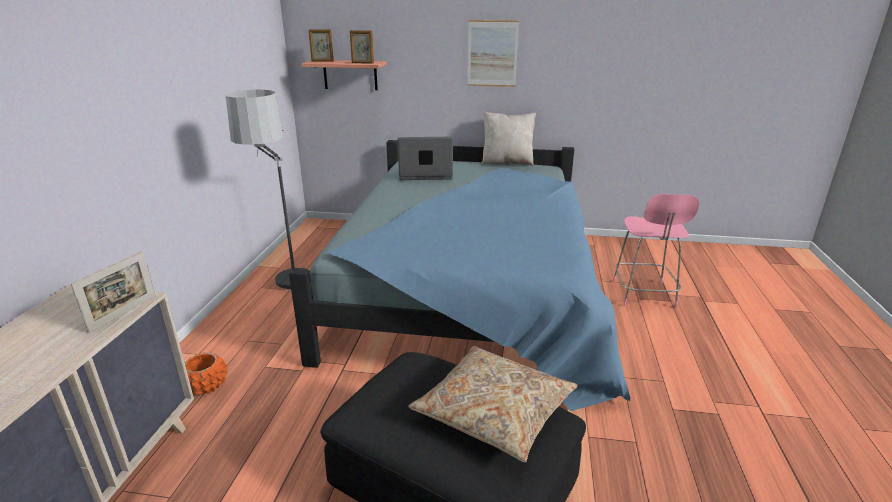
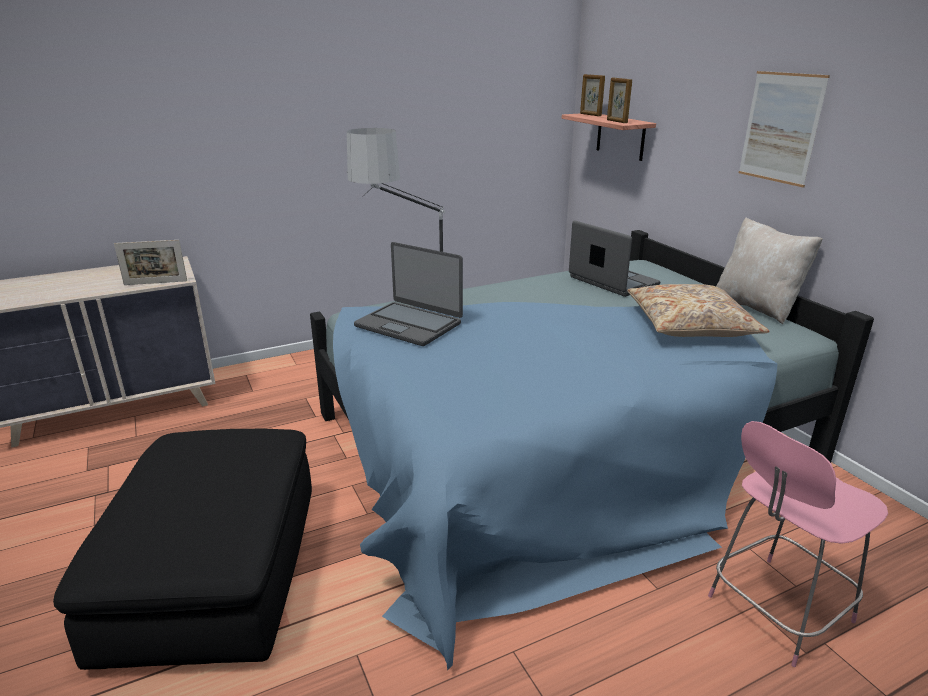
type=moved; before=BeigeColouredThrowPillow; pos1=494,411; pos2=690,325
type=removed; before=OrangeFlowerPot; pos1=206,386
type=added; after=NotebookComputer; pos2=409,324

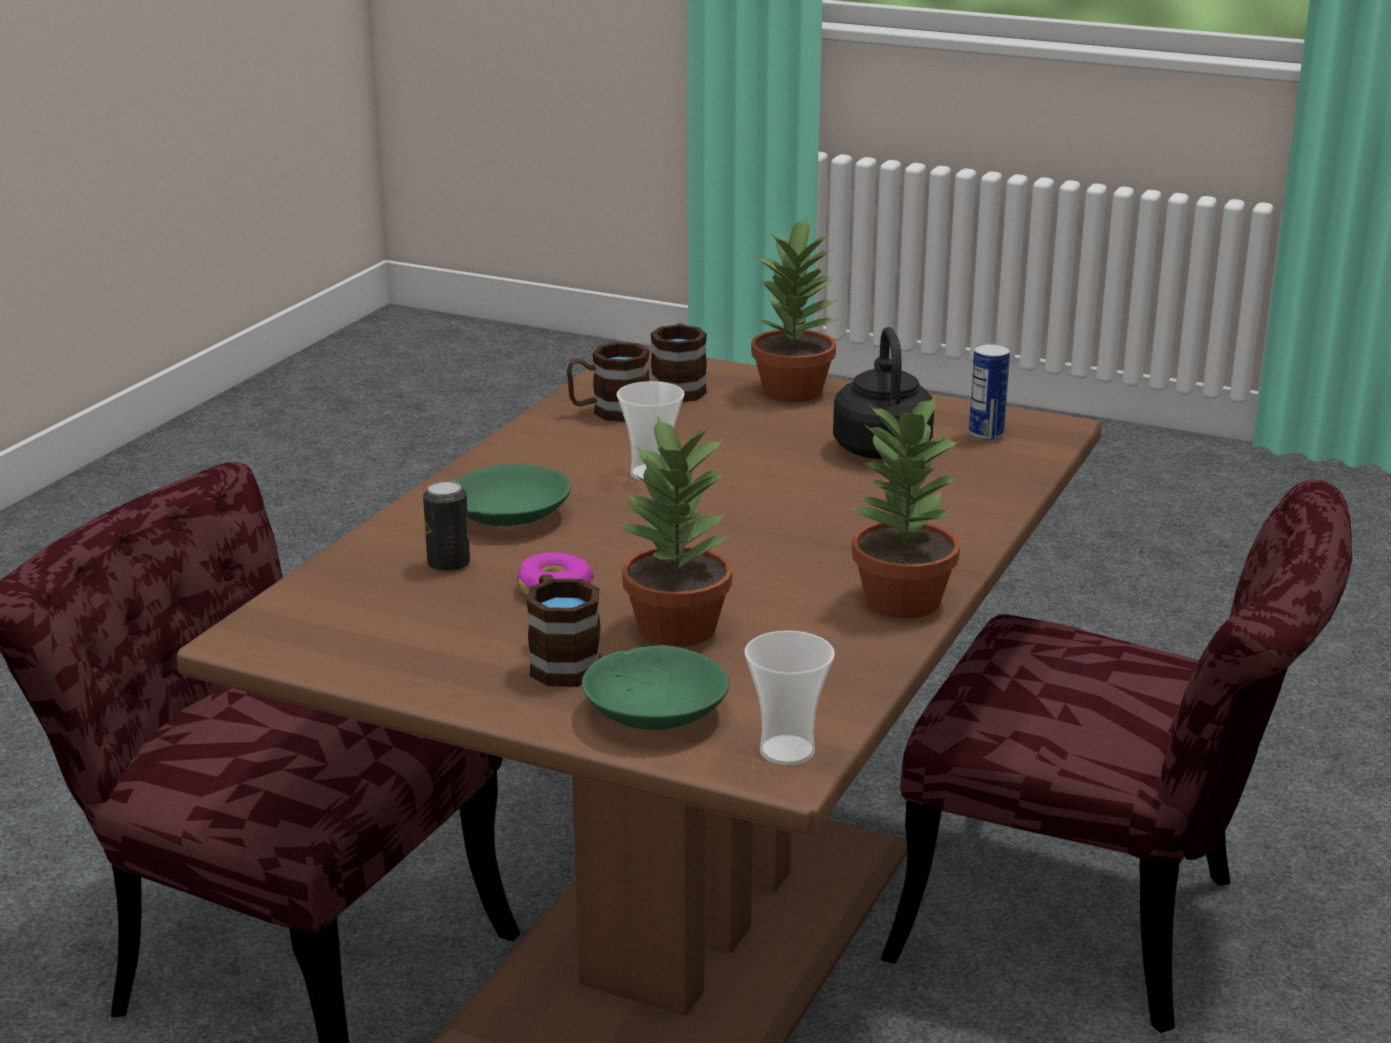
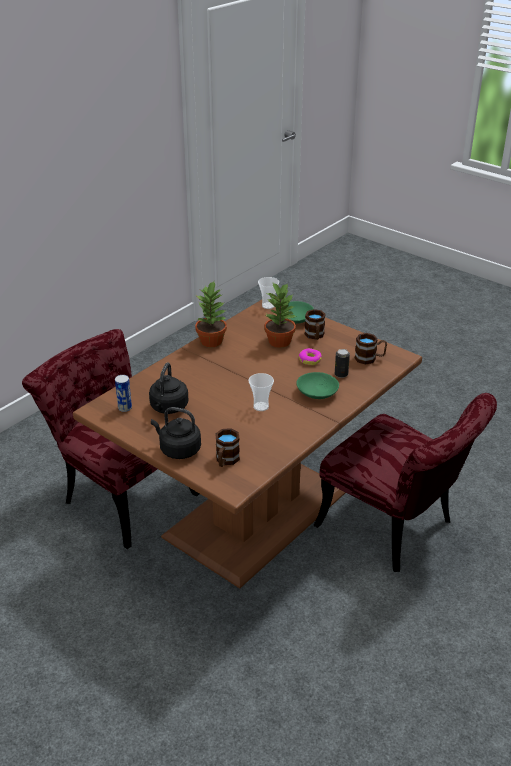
type=replaced; before=Houseplant; after=BlackKettle; pos1=794,391; pos2=178,449
type=moved; before=BrownMug; pos1=609,412; pos2=370,358

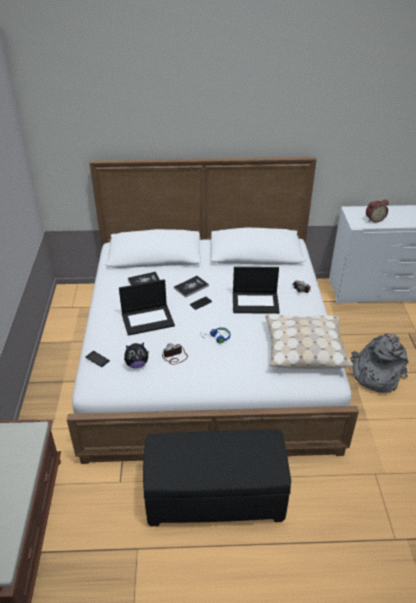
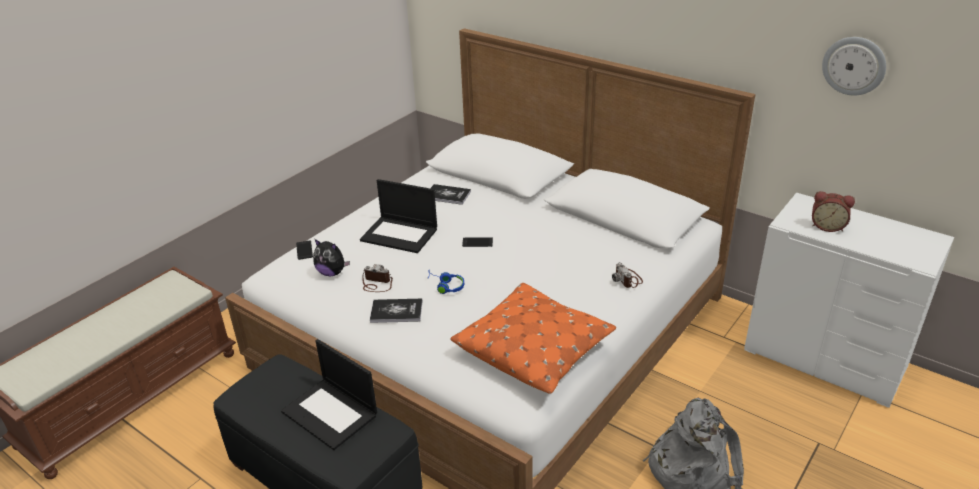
type=moved; before=NotebookComputer; pos1=256,302; pos2=331,413
type=moved; before=Book; pos1=191,287; pos2=396,311
type=recoloured; before=BeigeColouredThrowPillow; after=OrangeThrowPillow; pos1=304,348; pos2=534,348
type=added; after=WallClock; pos2=854,65

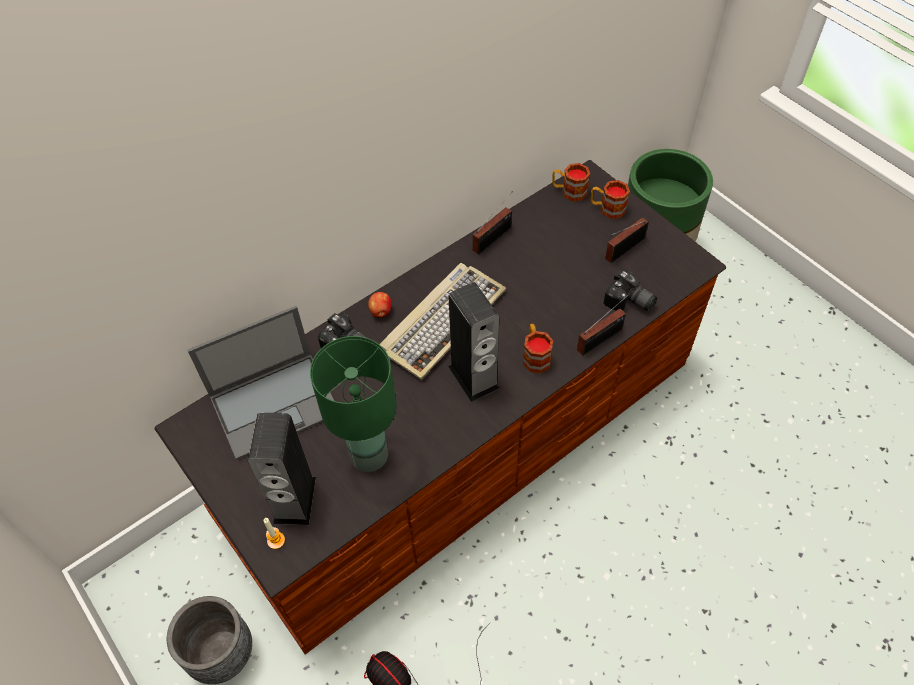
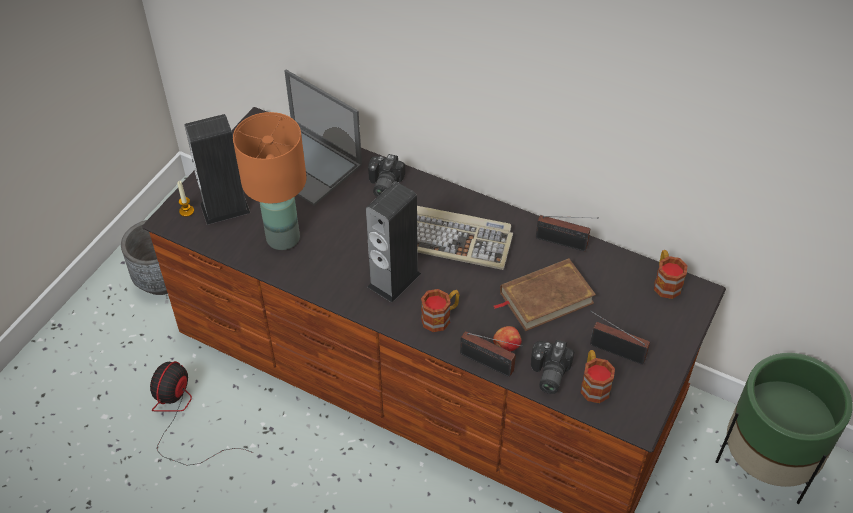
type=moved; before=Mug; pos1=607,208; pos2=593,384
type=moved; before=Apple; pos1=380,312; pos2=506,346
type=recoloured; before=GreenishTableLamp; after=OrangeTableLamp; pos1=369,456; pos2=282,238
type=added; after=BrownBook; pos2=545,297

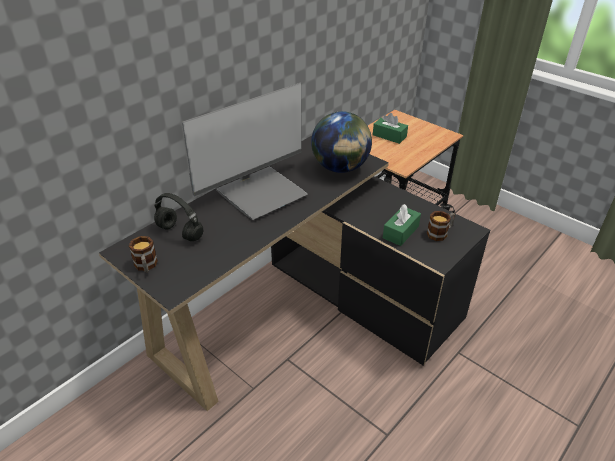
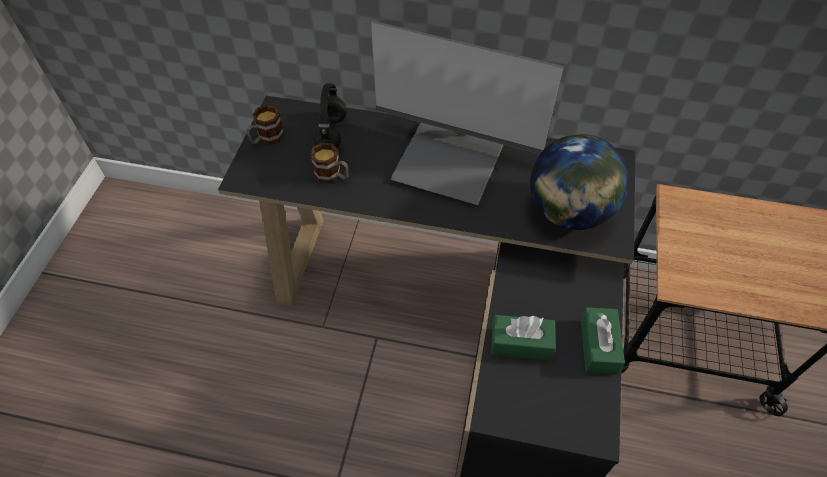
type=moved; before=GreenishTissueBox; pos1=389,136; pos2=598,346
type=moved; before=Mug; pos1=440,233; pos2=332,176

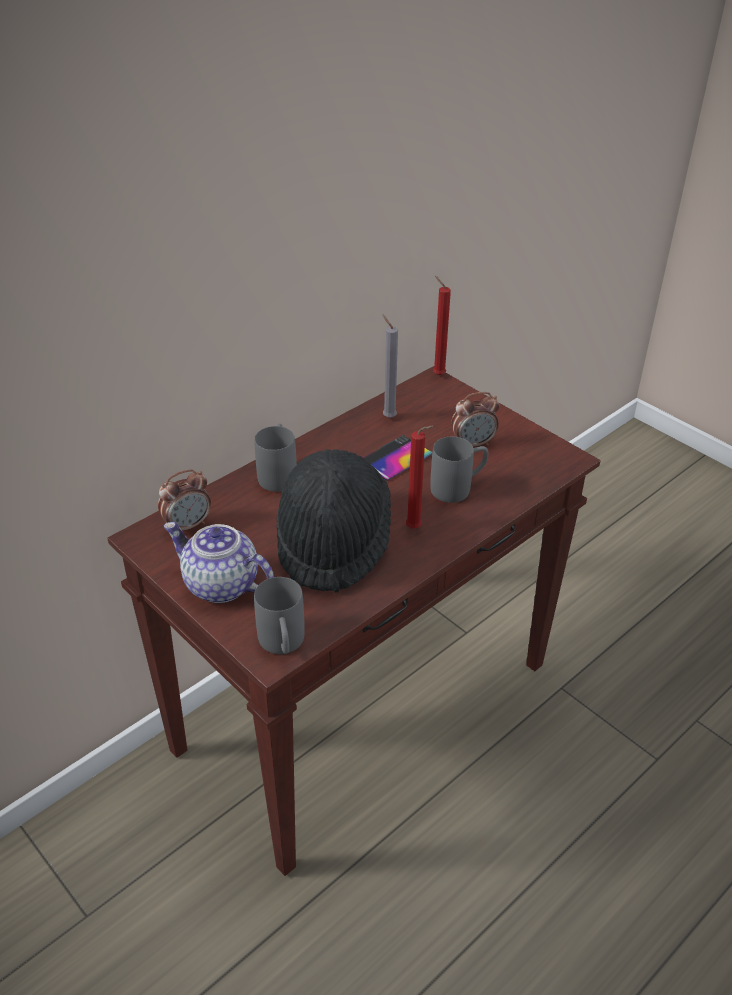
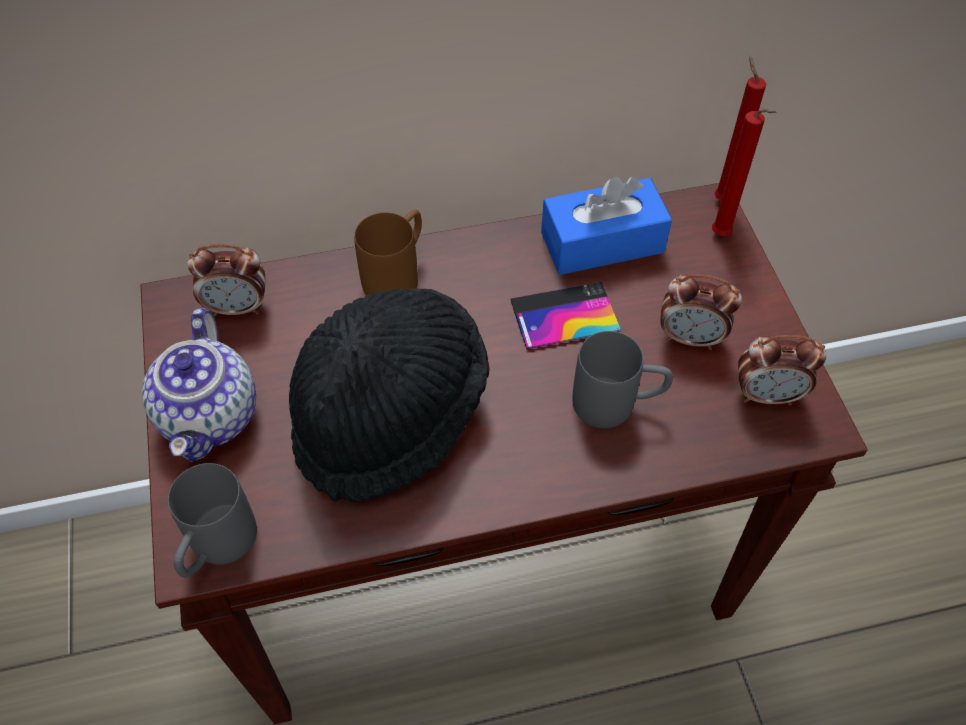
type=replaced; before=GreyishWaxLight; after=BluishTissueBox; pos1=387,416; pos2=602,242
type=recoloured; before=GreyishMug; after=BrownMug; pos1=278,473; pos2=398,275
type=moved; before=RedColouredWaxLight; pos1=416,529; pos2=723,236
type=turned; before=PotForTea; pos1=220,585; pos2=211,416; turn=-150
type=added; after=BedsideClock; pos2=767,395

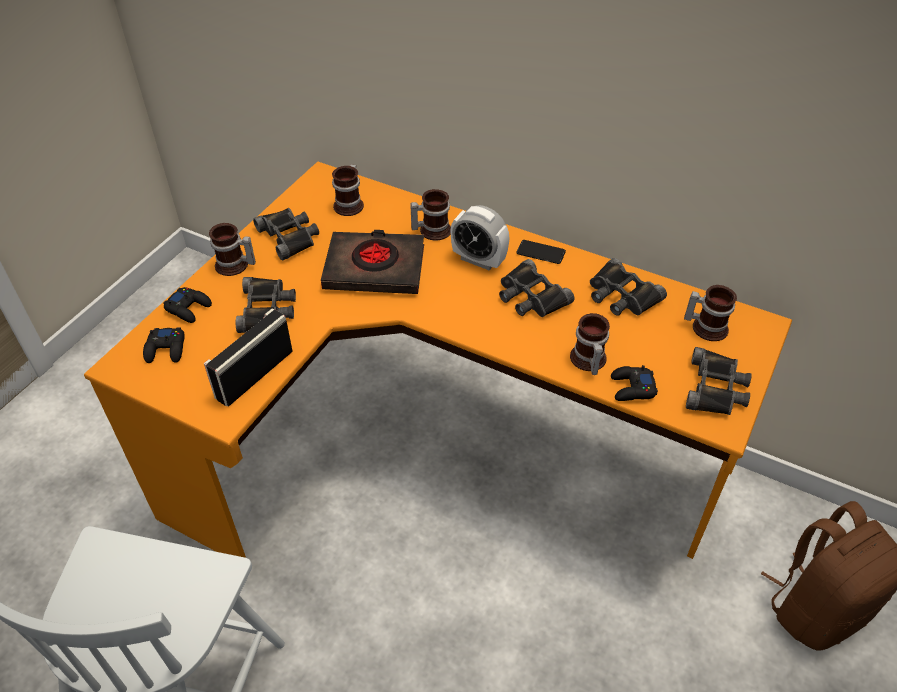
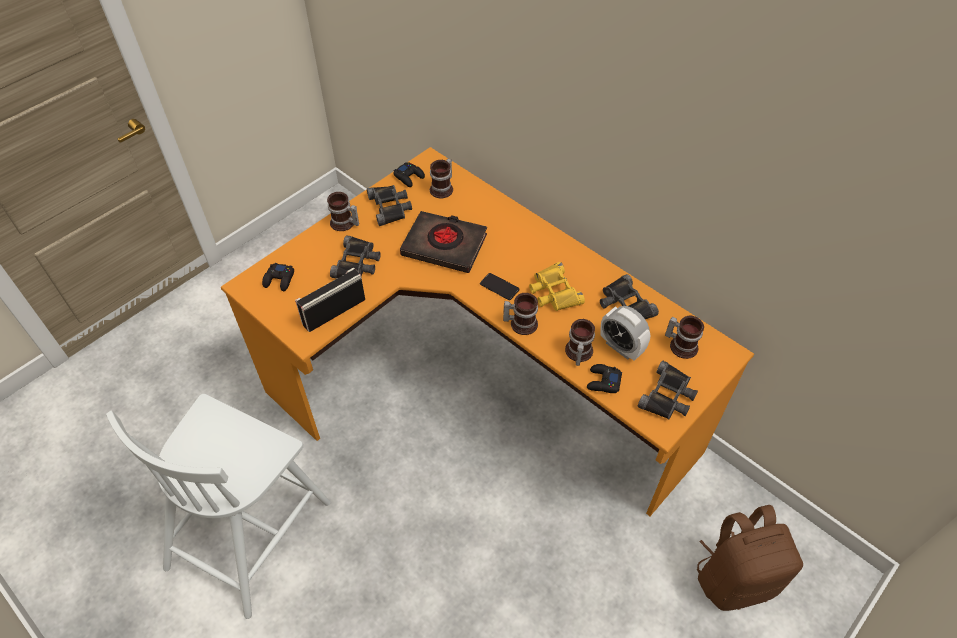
type=moved; before=Mug; pos1=432,230; pos2=521,323
type=moved; before=BedsideClock; pos1=479,260; pos2=621,347
type=moved; before=Phone; pos1=540,252; pos2=499,287
type=recoloured; before=BlackPairOfBinoculars; after=YellowishPairOfBinoculars; pos1=531,296; pos2=554,292
type=moved; before=BlackJoypad; pos1=189,308; pos2=409,177

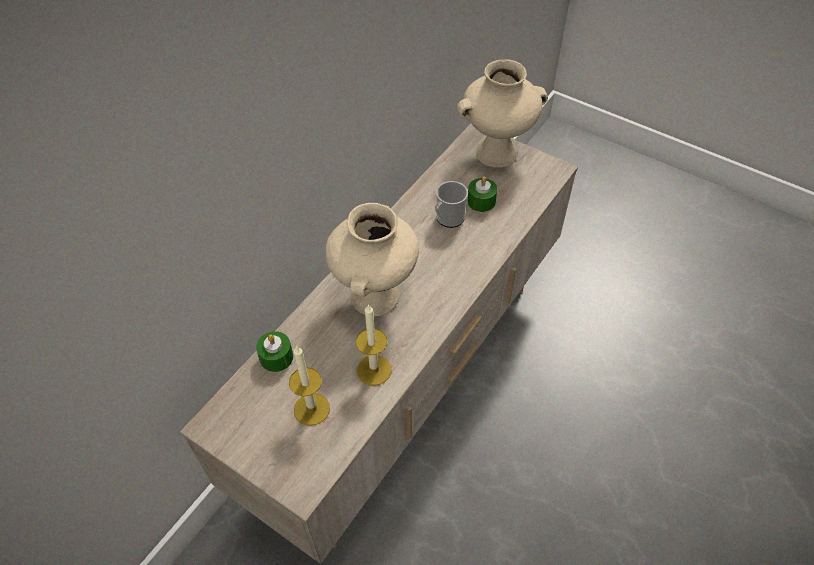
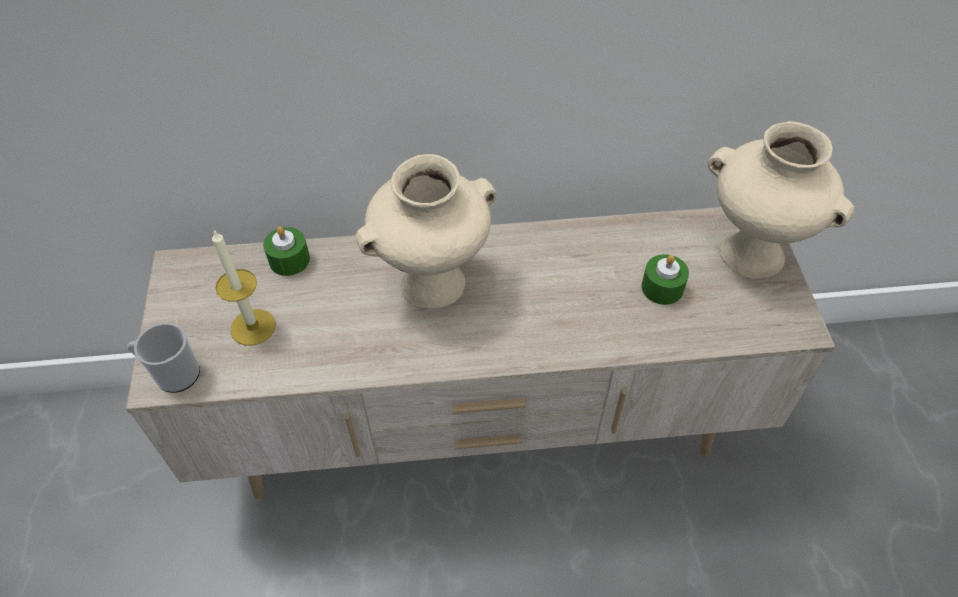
type=moved; before=Mug; pos1=448,219; pos2=172,374
type=removed; before=WaxLight; pos1=374,370

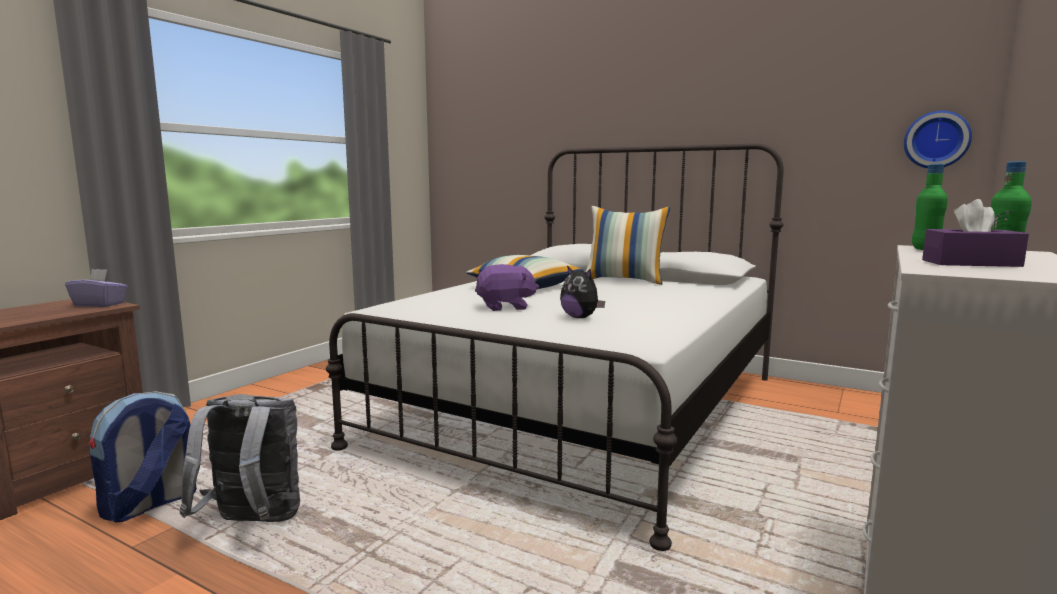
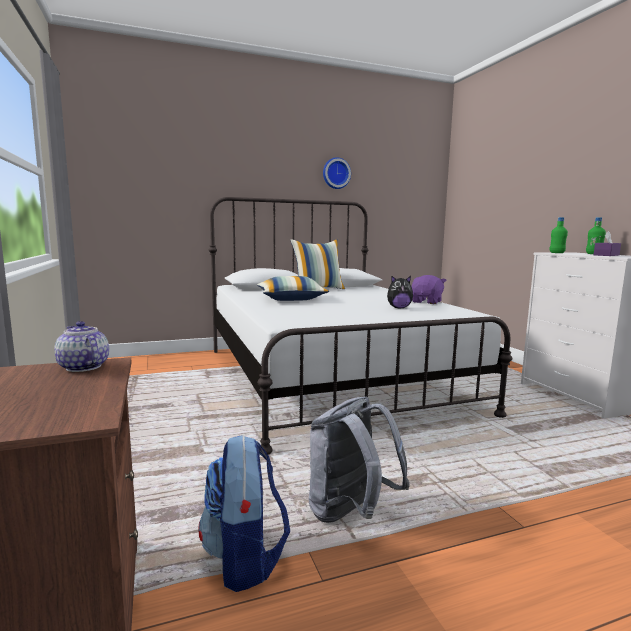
type=moved; before=WallClock; pos1=936,140; pos2=336,173
type=moved; before=PurplishSoftToy; pos1=505,307; pos2=427,302
type=replaced; before=PurplishTissueBox; after=PotForTea; pos1=100,304; pos2=83,367

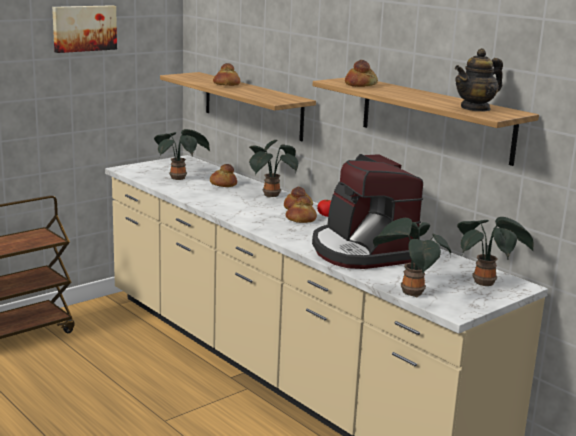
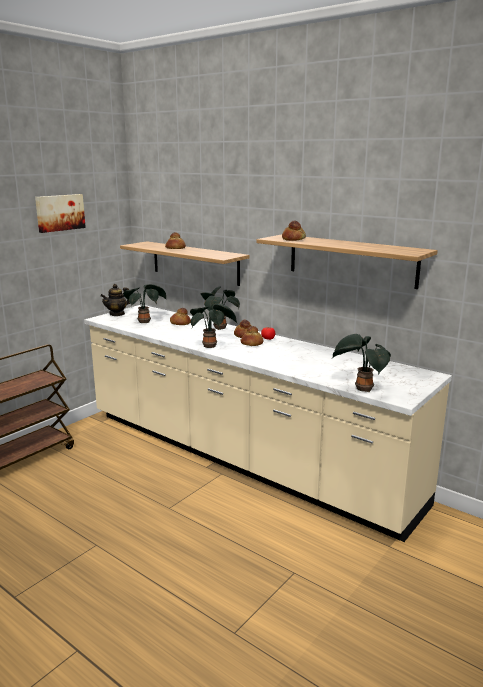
type=moved; before=PotForTea; pos1=475,108; pos2=117,314
type=removed; before=CoffeeMachine; pos1=361,251
type=moved; before=Houseplant; pos1=486,283; pos2=211,346

